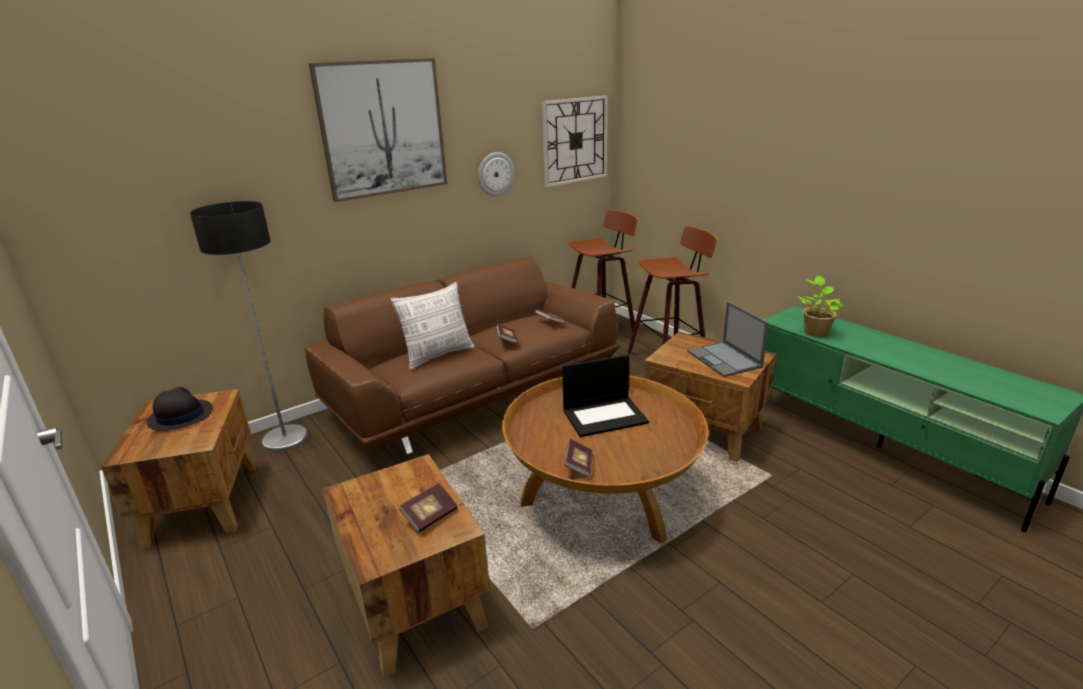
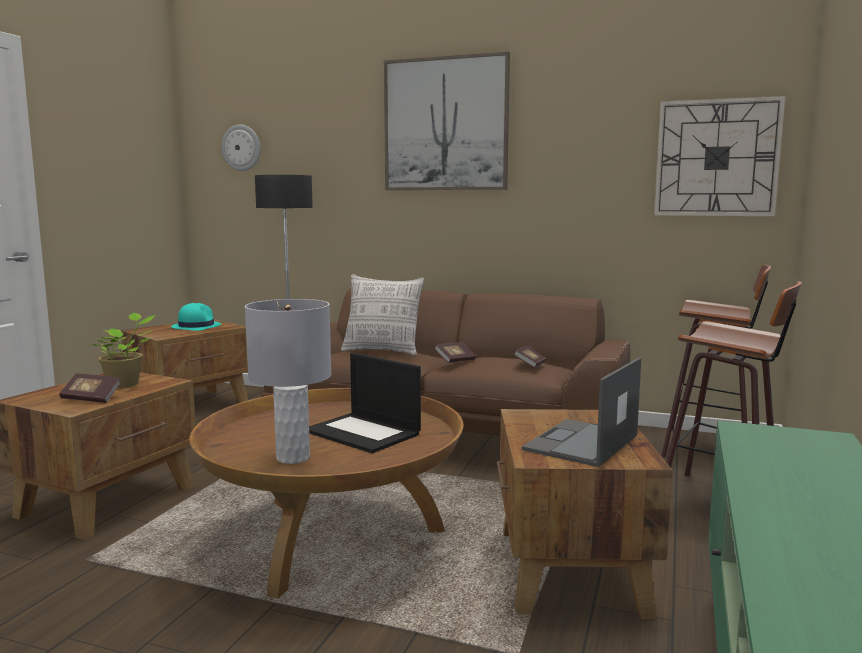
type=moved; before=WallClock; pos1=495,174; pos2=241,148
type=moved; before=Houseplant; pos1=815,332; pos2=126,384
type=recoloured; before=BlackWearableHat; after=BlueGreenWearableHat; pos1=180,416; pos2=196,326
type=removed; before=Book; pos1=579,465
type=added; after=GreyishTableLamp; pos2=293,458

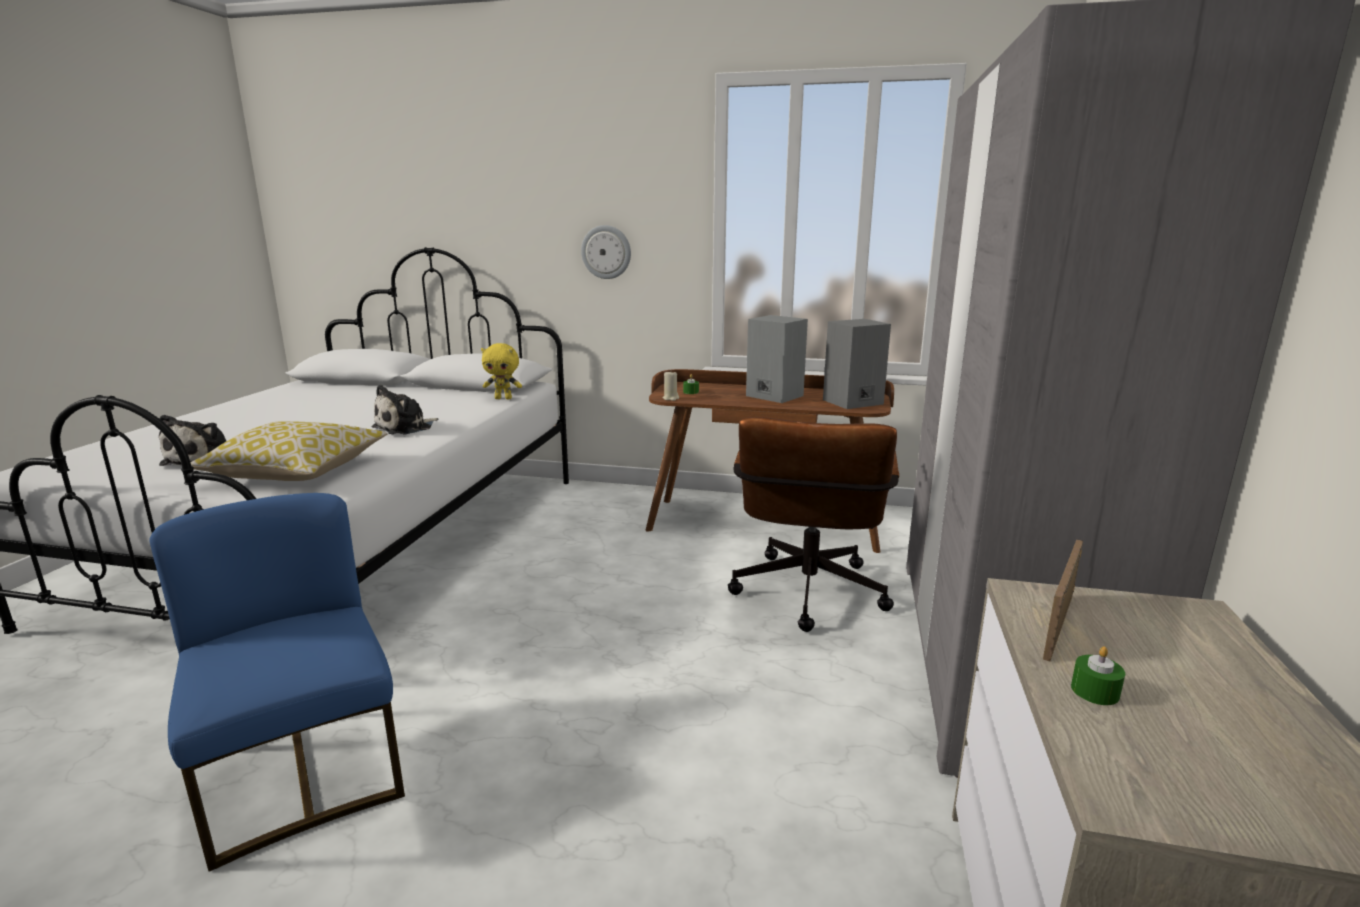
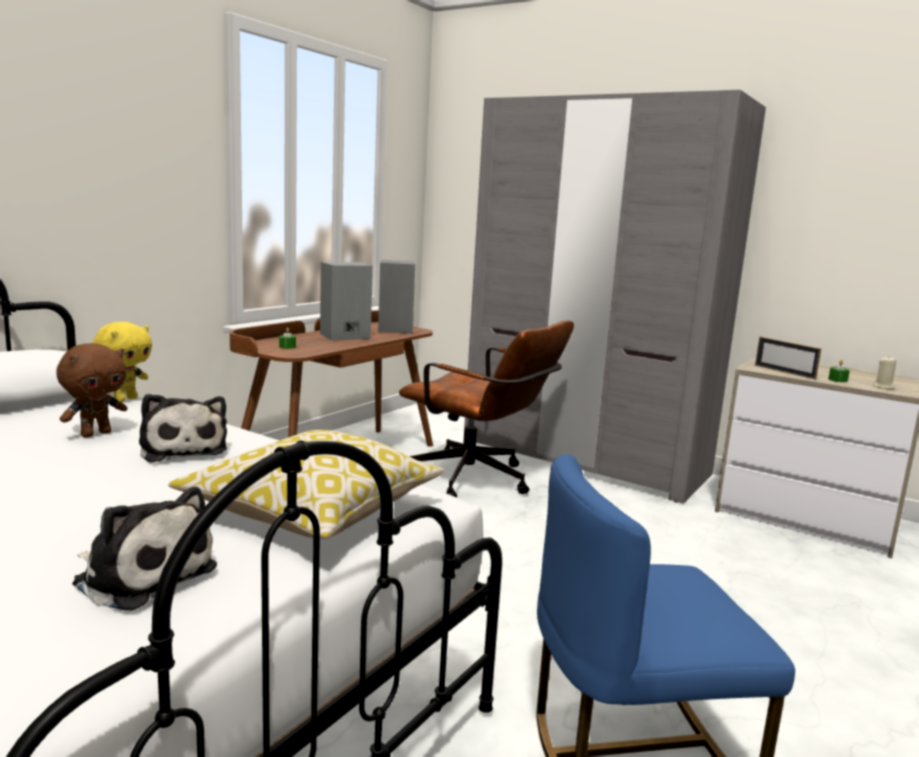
type=removed; before=WallClock; pos1=606,252
type=moved; before=BeigeColouredWaxLight; pos1=671,398; pos2=883,387
type=added; after=BrownSoftToy; pos2=96,434

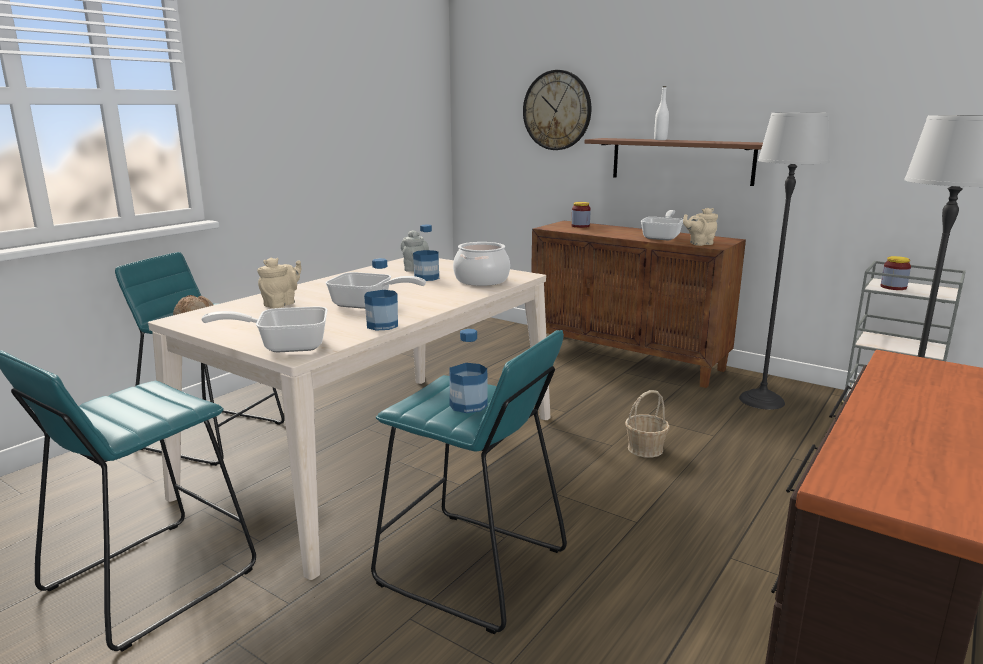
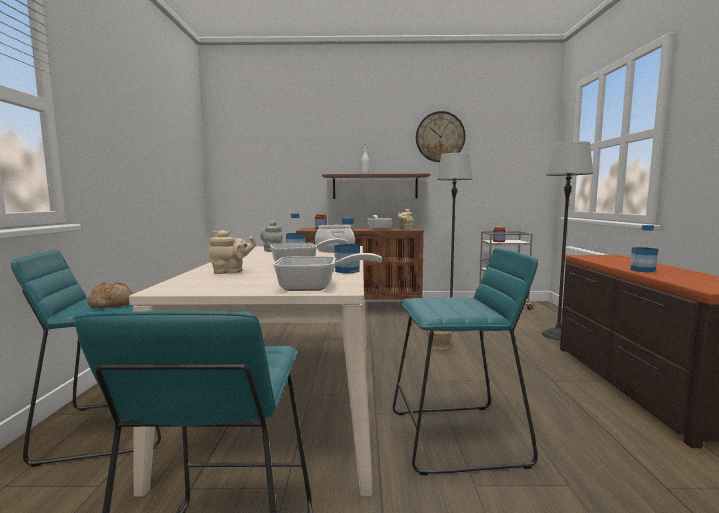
type=moved; before=WallClock; pos1=557,110; pos2=440,137
type=turned; before=BeigeColouredPotForTea; pos1=281,304; pos2=231,272; turn=75
type=turned; before=Pan; pos1=284,346; pos2=315,287; turn=-135
type=moved; before=DrinkBottle; pos1=468,405; pos2=642,270

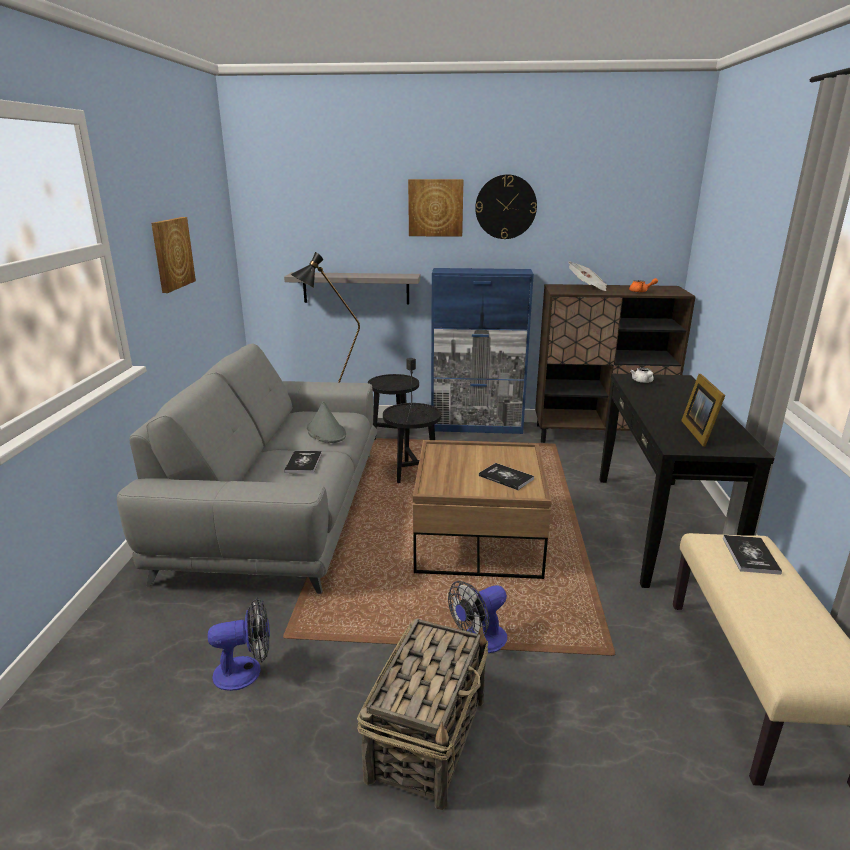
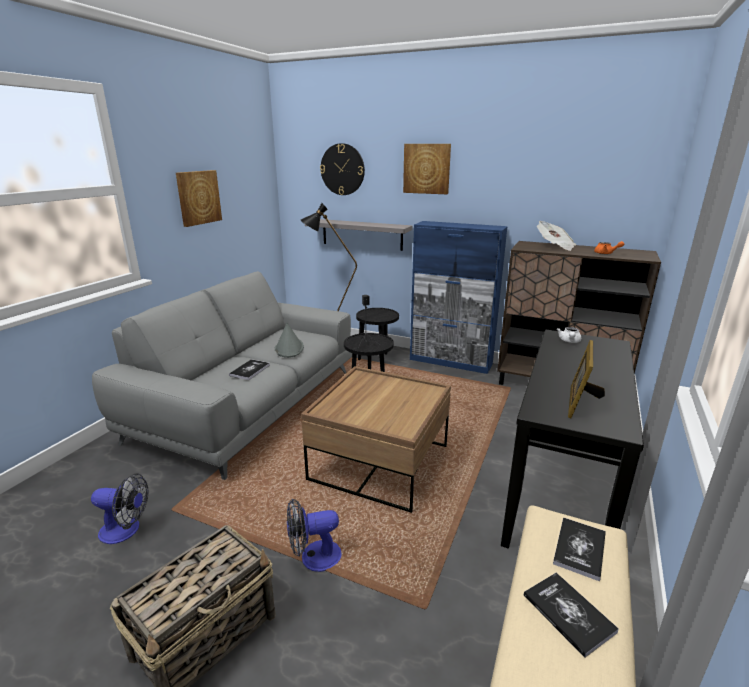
type=moved; before=WallClock; pos1=505,207; pos2=342,169
type=moved; before=Book; pos1=506,477; pos2=568,613

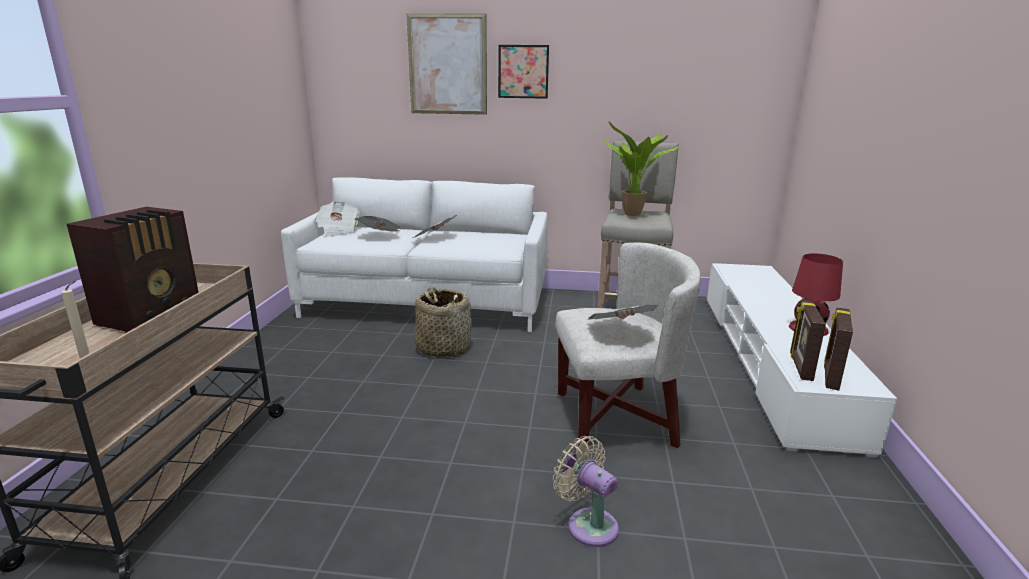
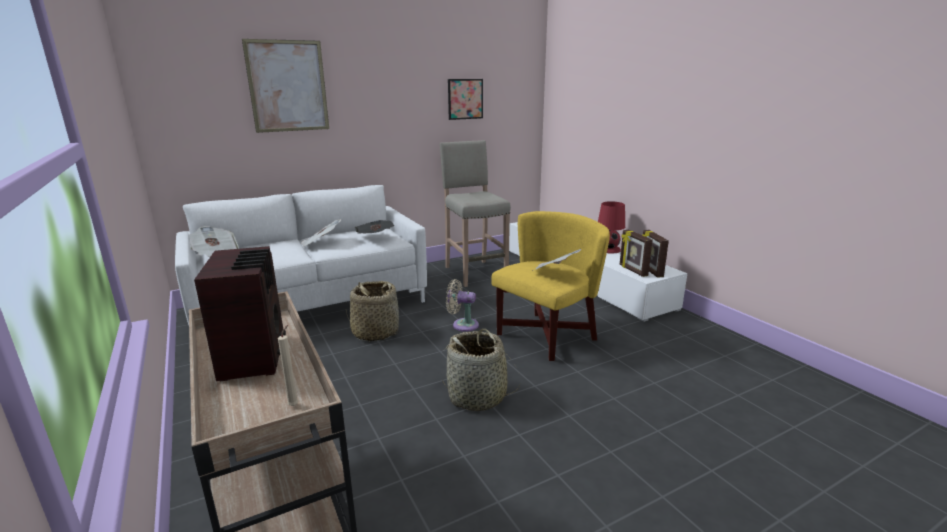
type=moved; before=Picture; pos1=523,71; pos2=465,99
type=removed; before=Houseplant; pos1=633,215
type=moved; before=Newspaper; pos1=381,236; pos2=375,238
type=recoloured; before=WhiteColouredEasyChair; after=YellowishEasyChair; pos1=616,417; pos2=546,336
type=moved; before=BeigeColouredCoolingFan; pos1=588,524; pos2=462,325
type=added; after=HouseholdBasket; pos2=477,397

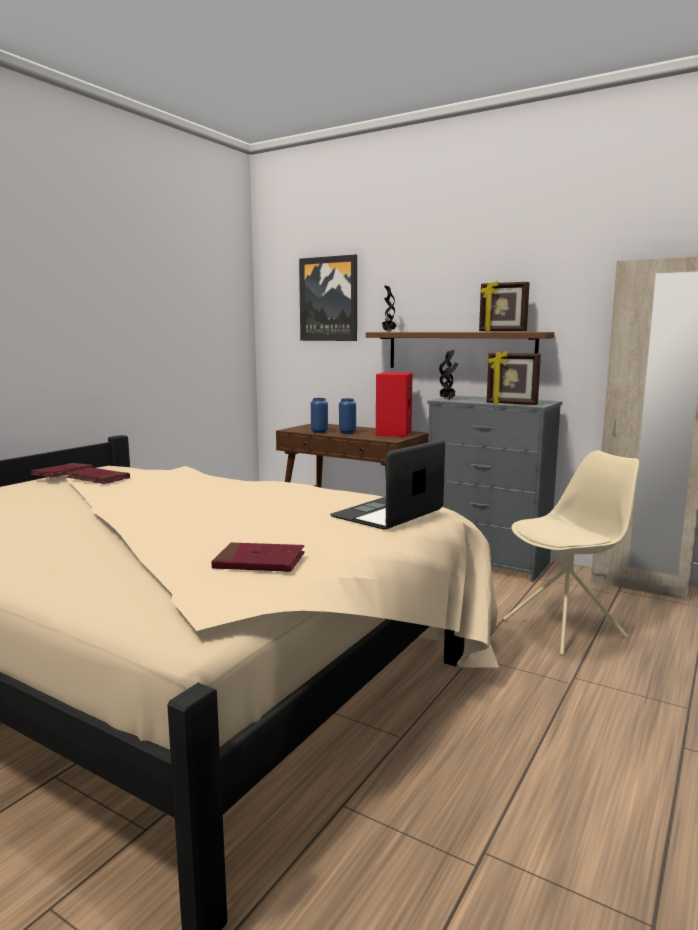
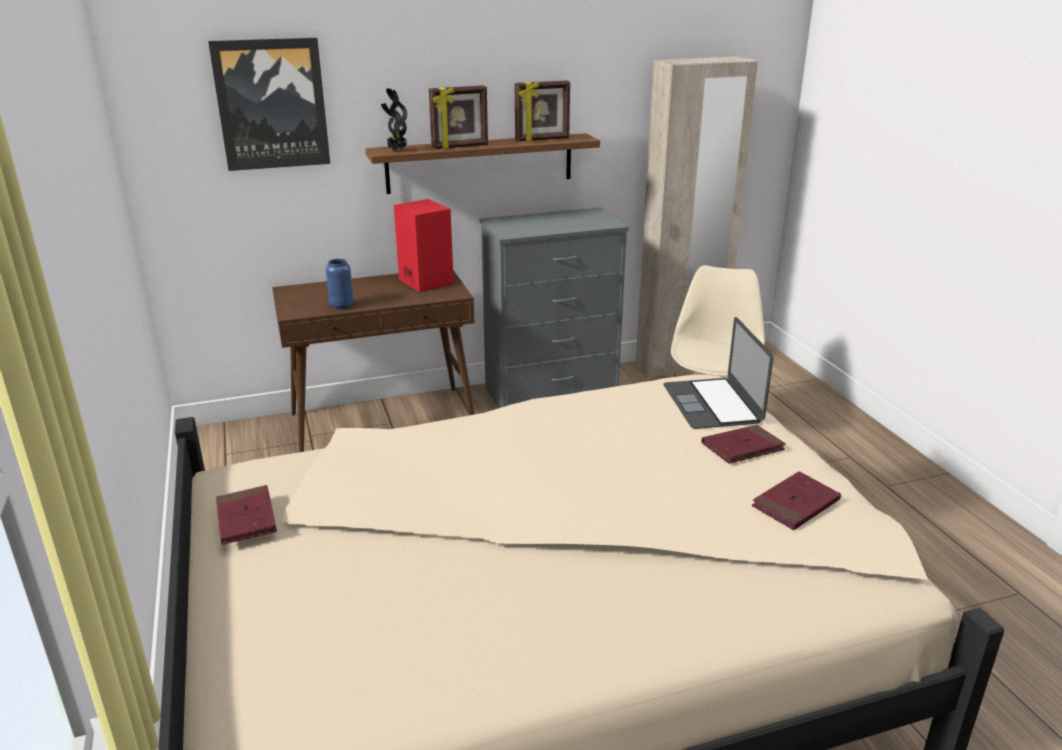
type=removed; before=Houseplant; pos1=447,399
type=moved; before=PhotoFrame; pos1=511,404; pos2=460,147
type=removed; before=BluishVase; pos1=347,433
type=moved; before=RedColouredBook; pos1=98,479; pos2=742,447

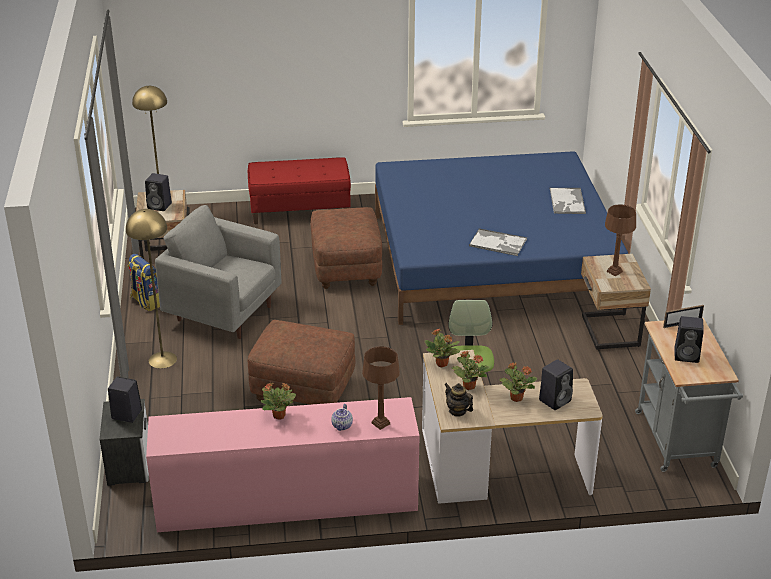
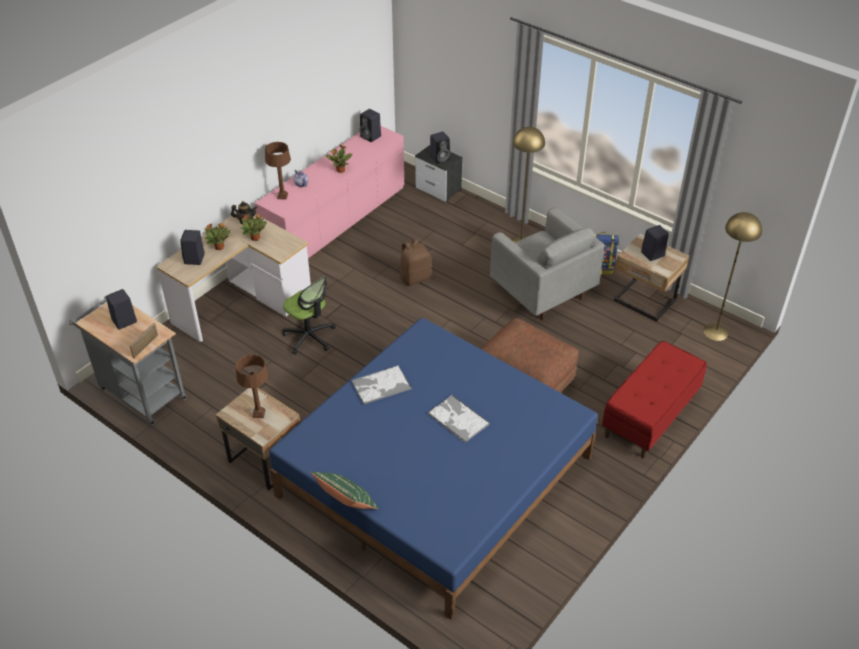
type=moved; before=CarryingTray; pos1=567,202; pos2=457,419
type=turned; before=GreyishEasyChair; pos1=223,313; pos2=542,292; turn=75
type=replaced; before=BrownFootrest; after=BrownRucksack; pos1=303,389; pos2=415,278
type=removed; before=Houseplant; pos1=442,364
type=added; after=BlackSpeaker; pos2=371,136
type=added; after=GreenishThrowPillow; pos2=346,504

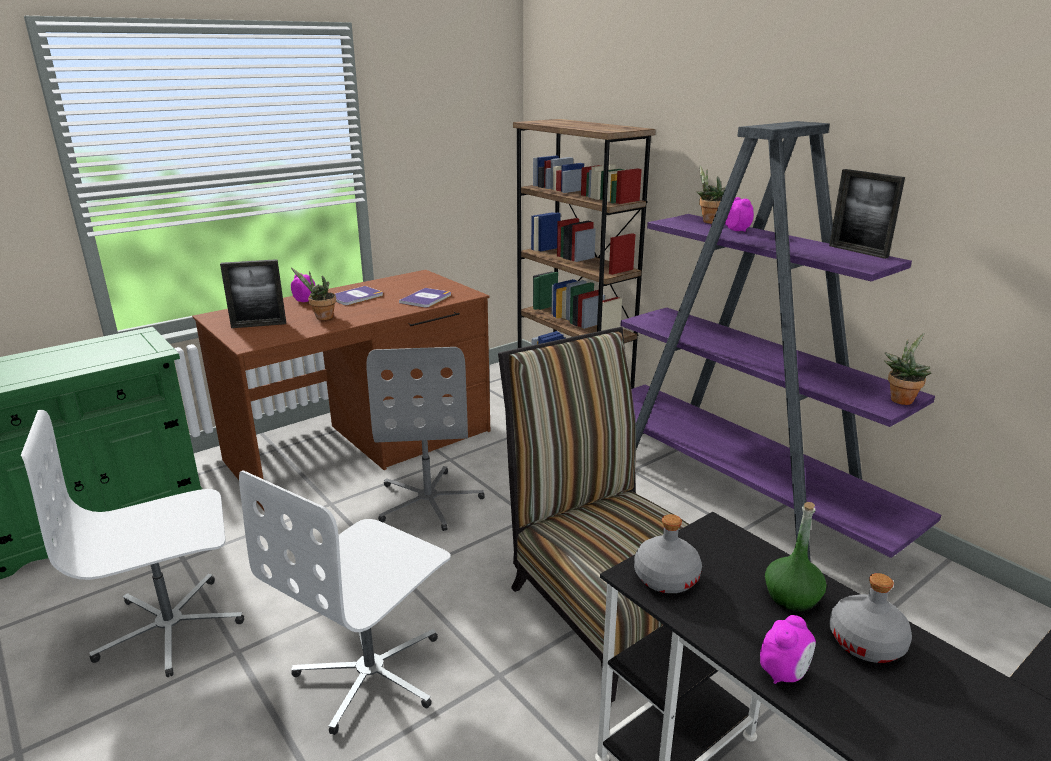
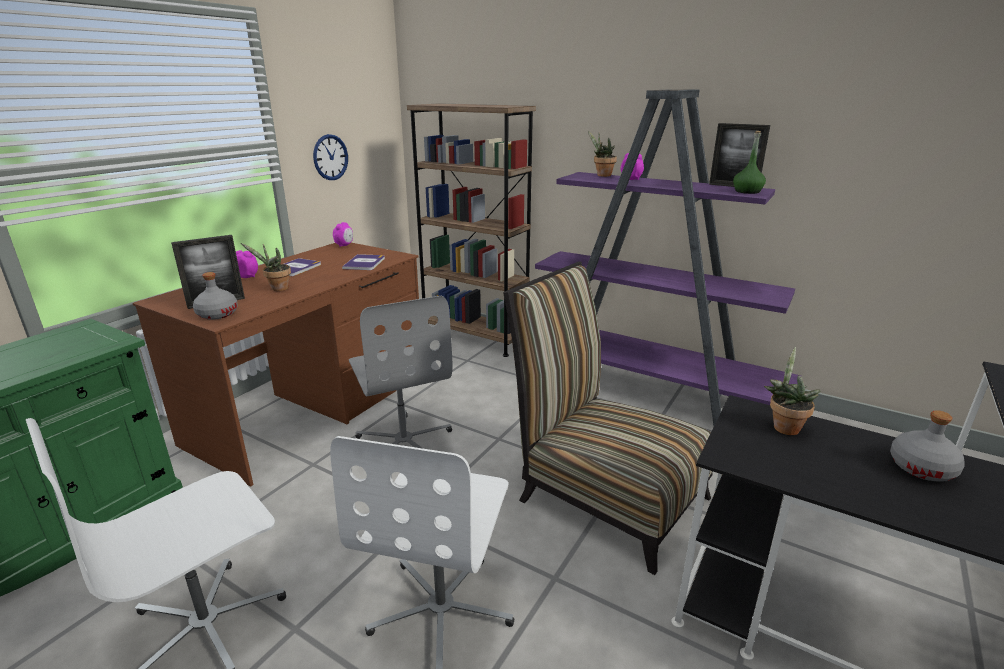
type=moved; before=Houseplant; pos1=900,399; pos2=783,426
type=moved; before=GreenishDrinkBottle; pos1=792,597; pos2=747,191
type=moved; before=GreyishDrinkBottle; pos1=665,577; pos2=217,314
type=moved; before=BedsideClock; pos1=784,673; pos2=344,245
type=added; after=WallClock; pos2=330,157

